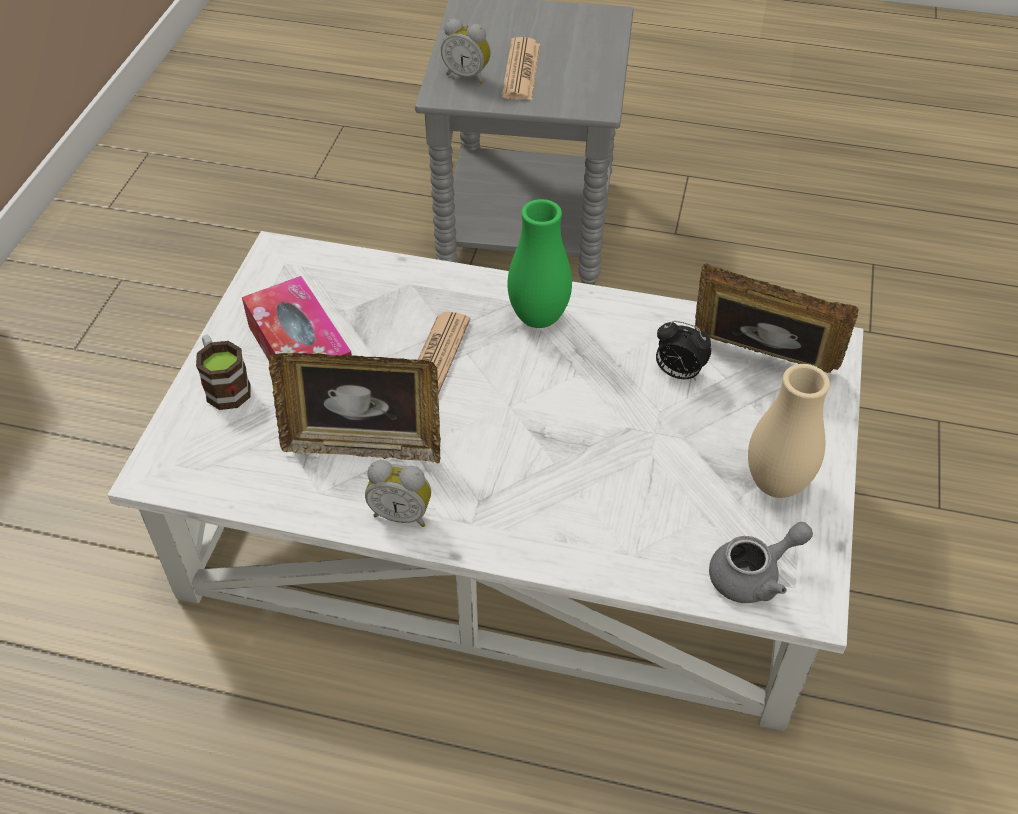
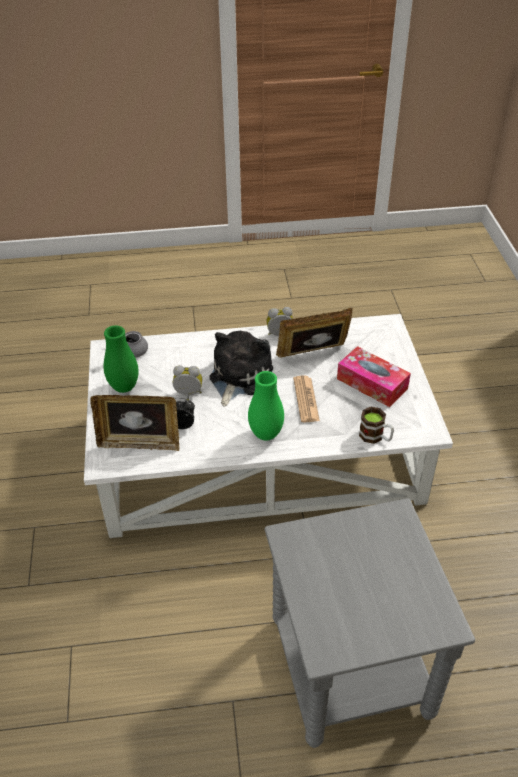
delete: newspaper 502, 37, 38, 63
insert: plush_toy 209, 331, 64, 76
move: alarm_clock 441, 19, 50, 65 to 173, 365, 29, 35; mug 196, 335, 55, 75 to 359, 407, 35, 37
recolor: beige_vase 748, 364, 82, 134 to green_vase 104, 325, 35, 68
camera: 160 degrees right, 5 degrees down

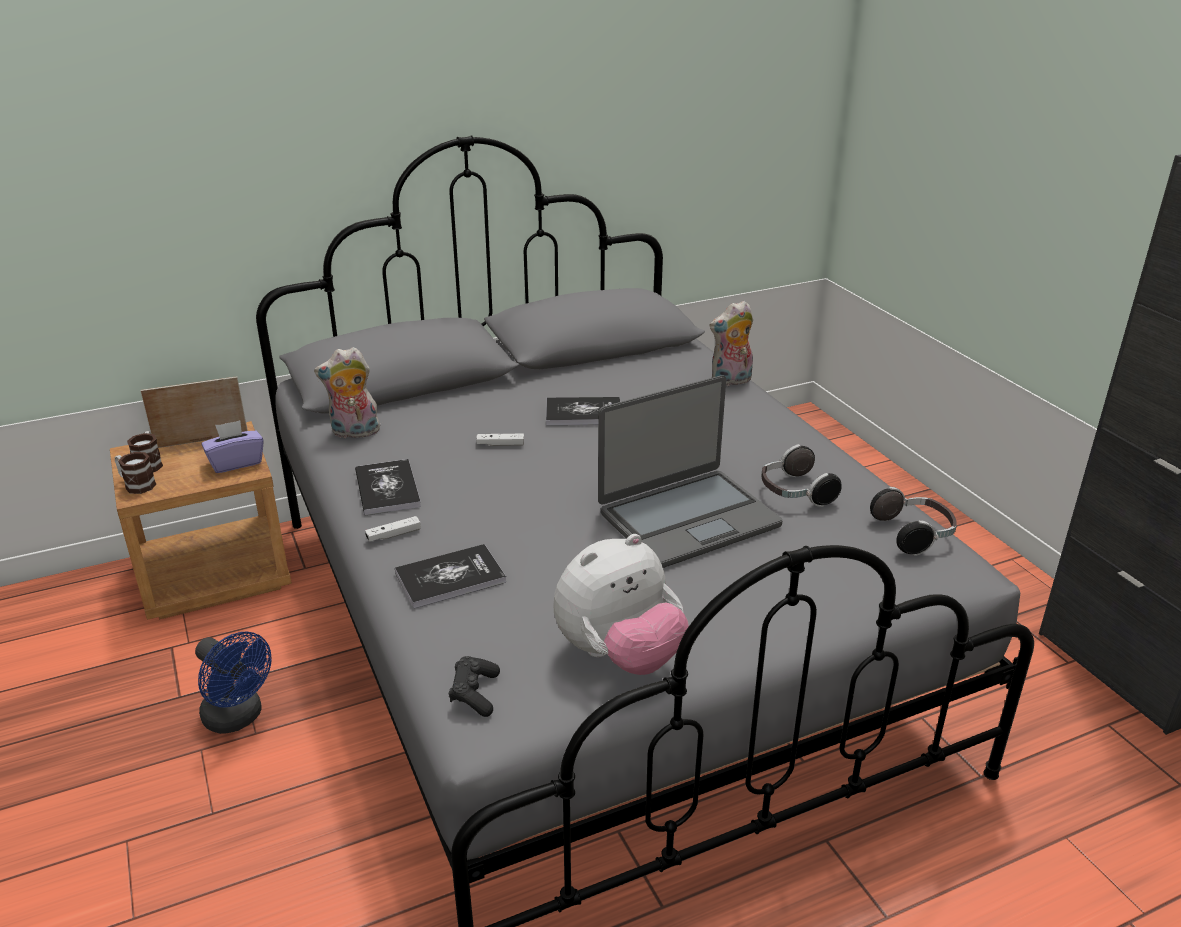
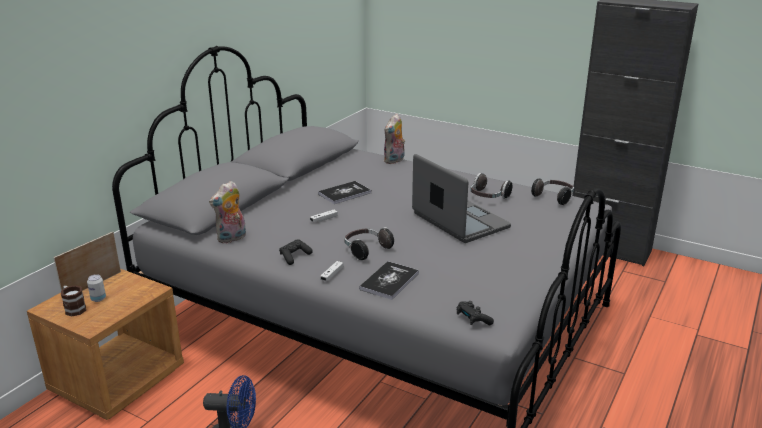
delete: mug 115, 452, 41, 42; purple_tissue_box 201, 420, 63, 53; plush_toy 553, 534, 136, 141
insert: can 87, 274, 19, 28; headphones 344, 227, 50, 33
replace: book 355, 459, 66, 57 to black_game_controller 279, 240, 34, 25
rotate: laptop 598, 375, 185, 193 = 412, 154, 99, 89 60 degrees counterclockwise
camera: 35 degrees left, 5 degrees down

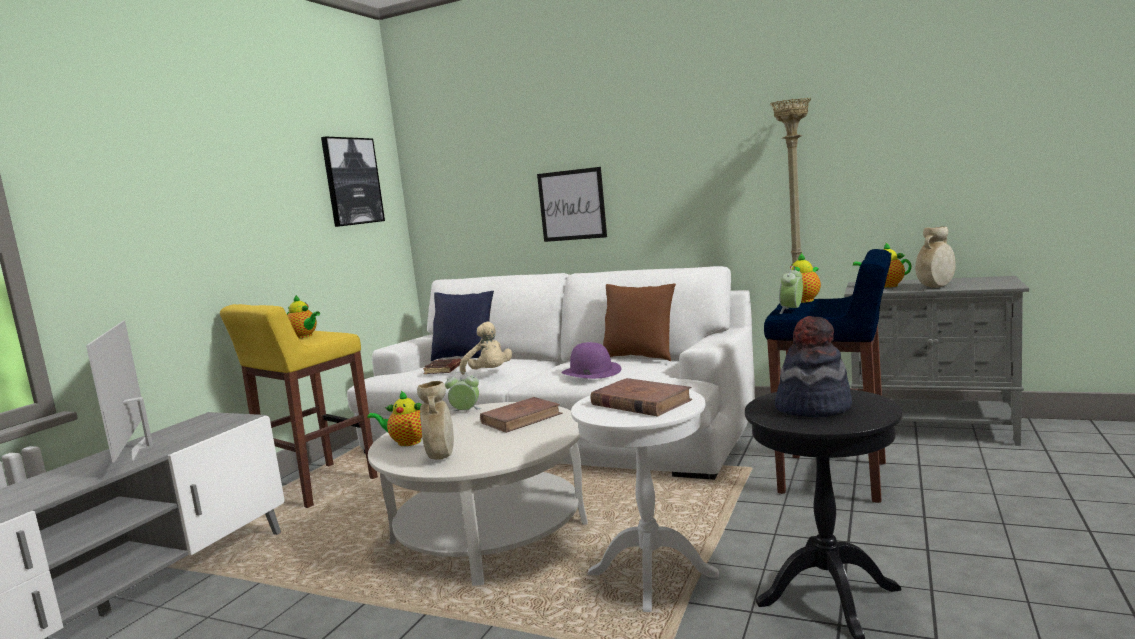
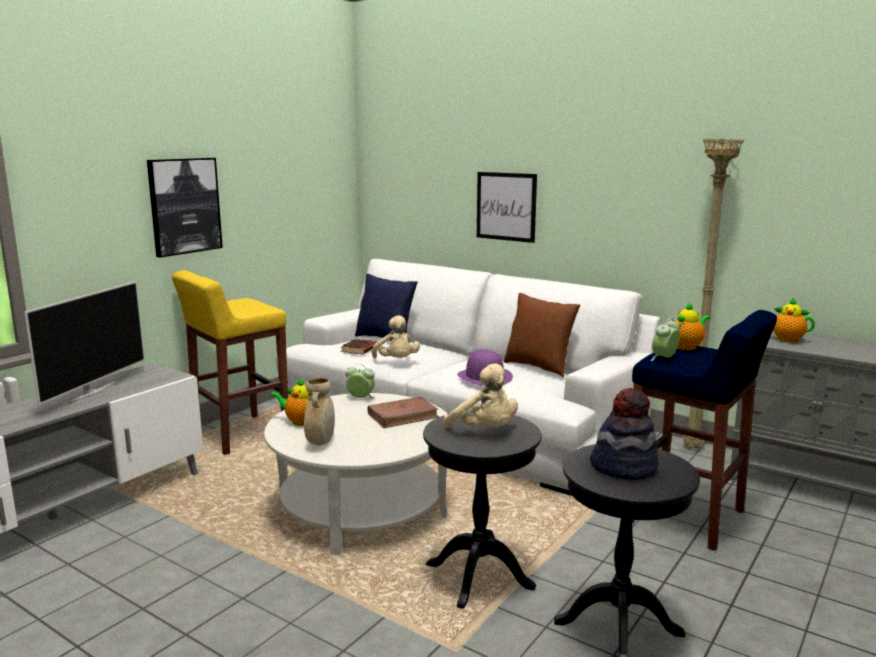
delete: teapot 287, 295, 33, 44; beige_vase 915, 226, 41, 62
move: picture 321, 137, 64, 90 to 147, 158, 76, 100
replace: brown_book 590, 378, 102, 38 to beige_plush_toy 444, 363, 74, 65
recolor: white_side_table 571, 390, 148, 222 to black_side_table 423, 411, 118, 198
rotate: television 86, 320, 67, 143 = 24, 281, 121, 124 150 degrees counterclockwise
camera: 10 degrees right, 5 degrees up

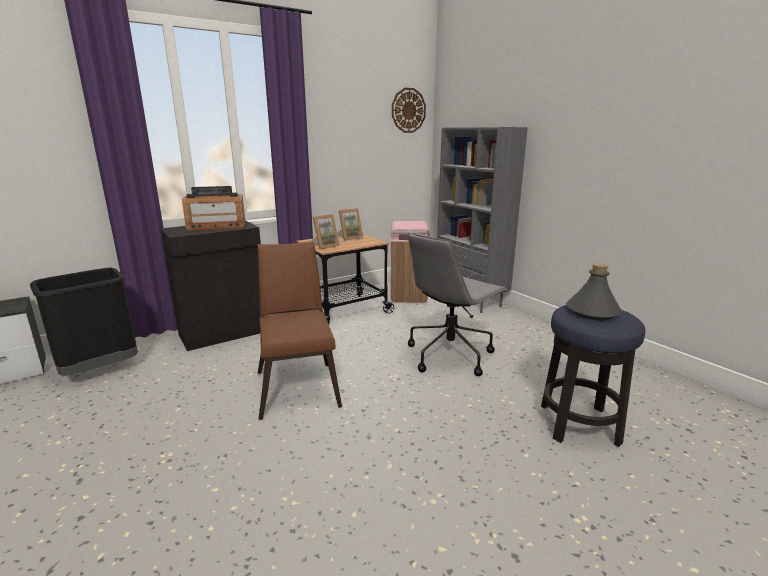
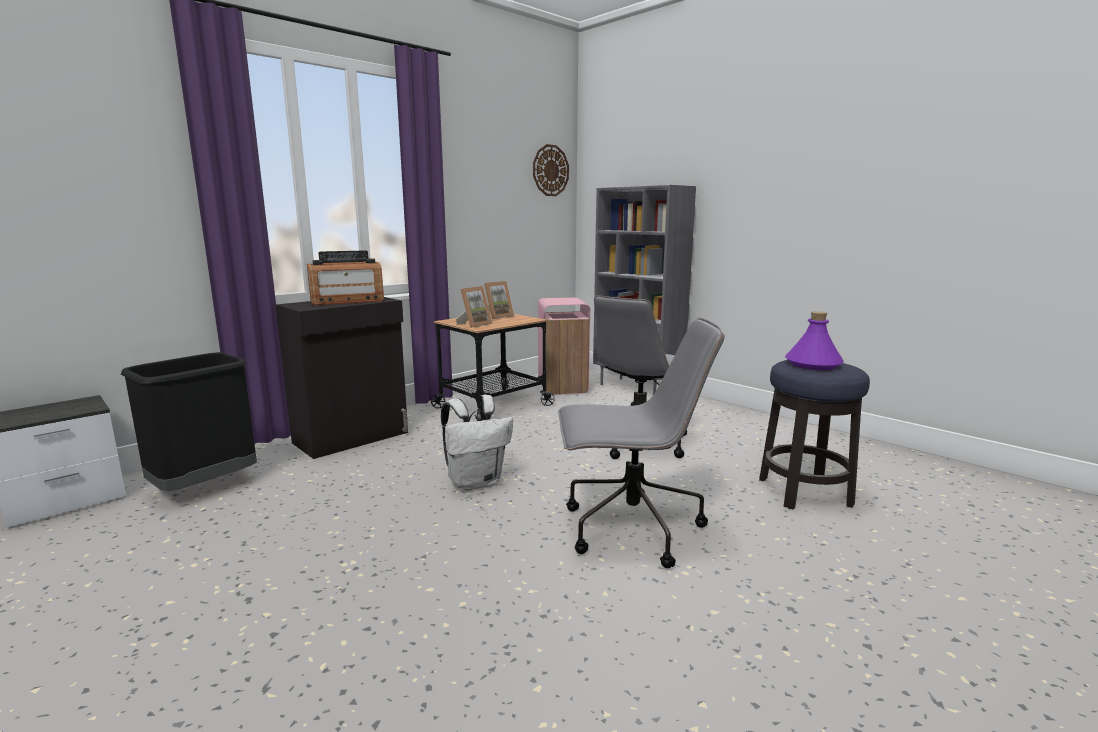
insert: grey_office_chair 558, 318, 167, 250
replace: brown_chair 258, 241, 84, 179 to white_backpack 441, 395, 72, 96
recolor: grey_bottle 566, 263, 56, 57 to purple_bottle 785, 311, 59, 59
camera: 10 degrees left, 5 degrees down

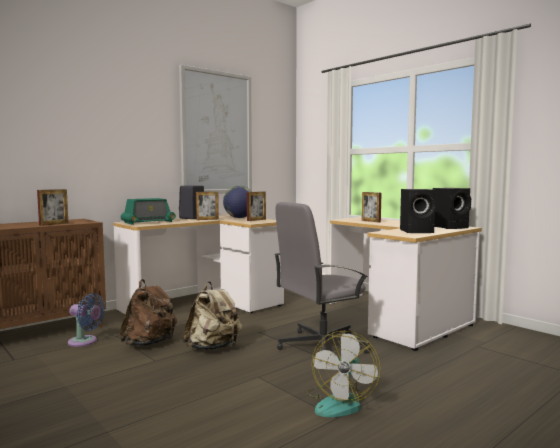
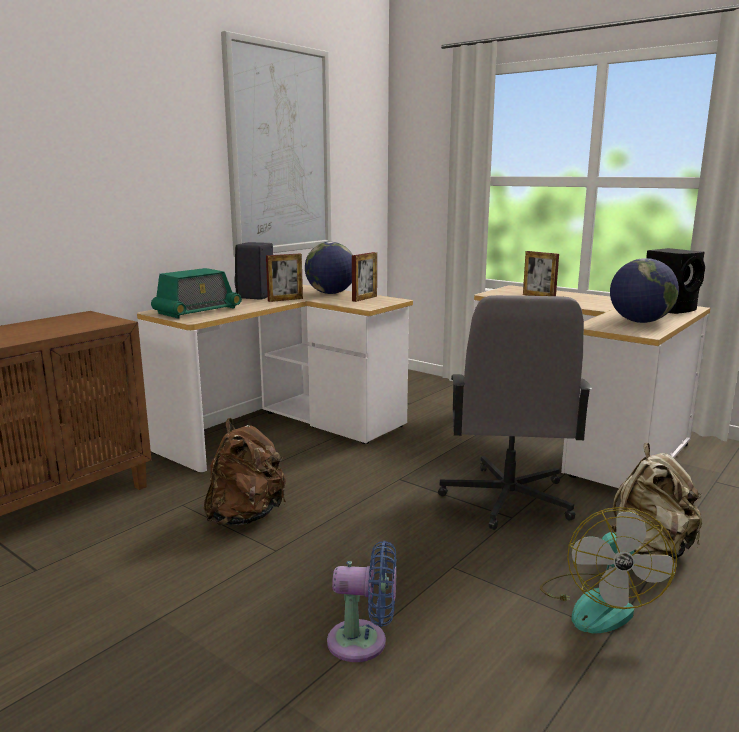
delete: picture_frame 37, 189, 31, 37
move: blue_fan 68, 293, 37, 54 to 327, 541, 69, 121; beige_backpack 182, 281, 60, 70 to 612, 443, 90, 116
replace: black_speaker 400, 189, 36, 44 to globe 610, 258, 69, 65
rotate: grey_office_chair 274, 202, 96, 152 = 438, 295, 154, 235 45 degrees counterclockwise
camera: 10 degrees left, 10 degrees up

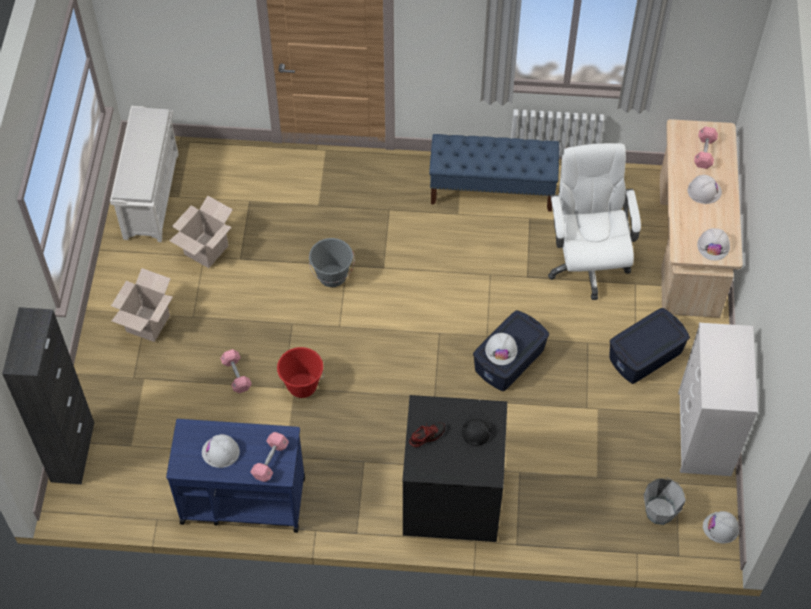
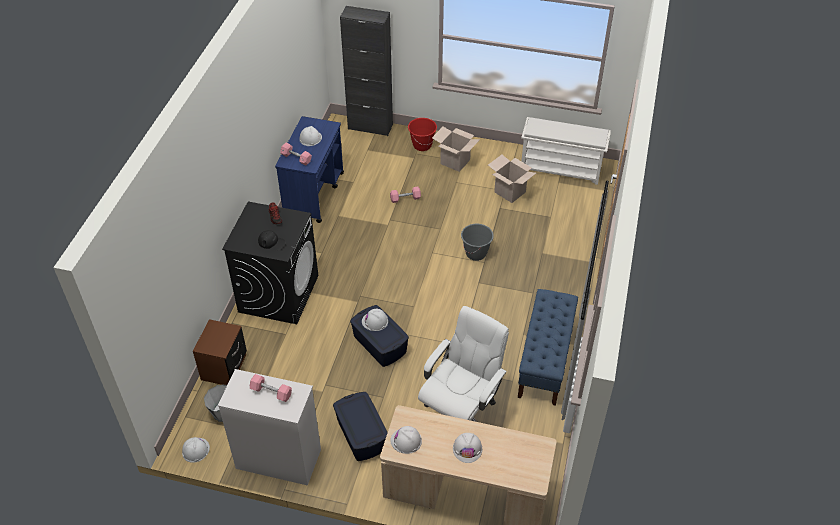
insert: brown_nightstand 193, 319, 54, 66
move: pink_dumbbell 694, 126, 24, 43 to 250, 374, 42, 28; red_bucket 277, 347, 47, 51 to 408, 118, 29, 33
rotate: white_office_chair 548, 143, 93, 157 = 418, 306, 91, 116 60 degrees counterclockwise
camera: 100 degrees right, 10 degrees down

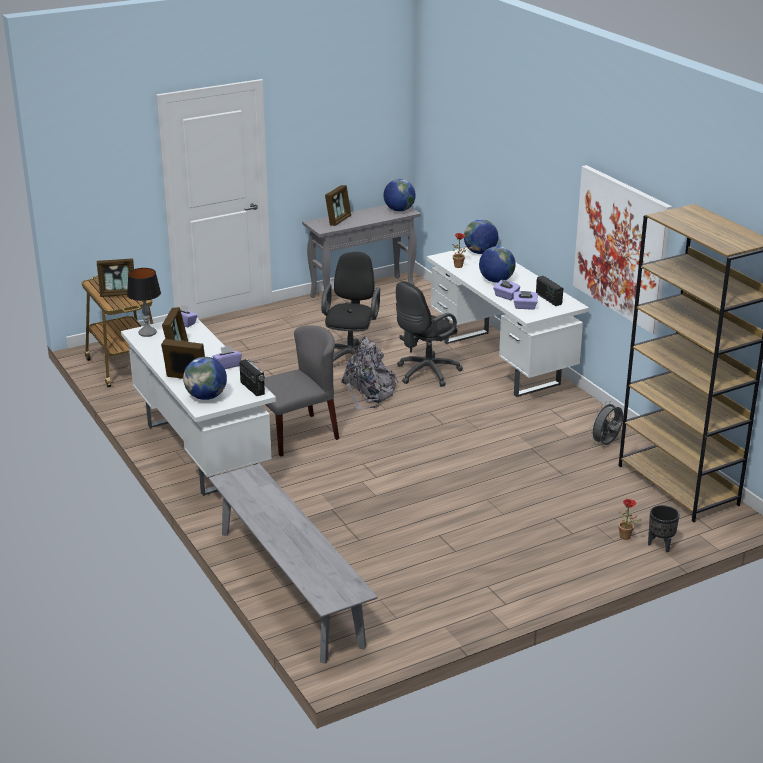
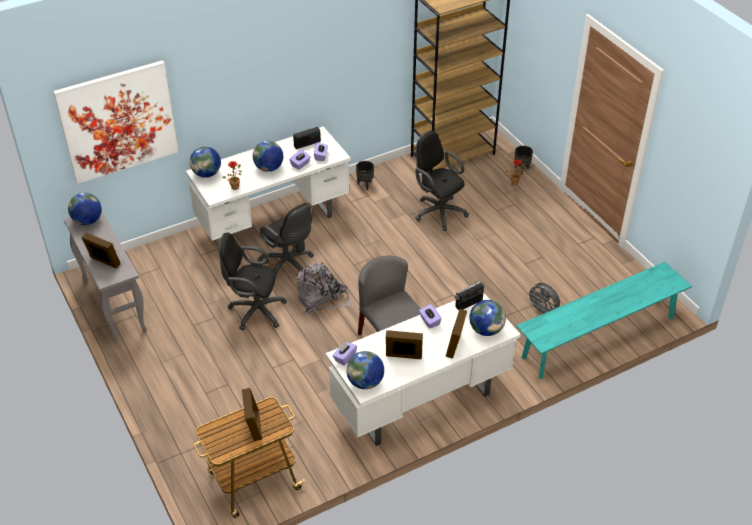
insert: black_planter 356, 161, 18, 29; black_office_chair 415, 130, 54, 101
move: picture 573, 165, 99, 169 to 53, 60, 126, 124; grey_fan 589, 401, 34, 44 to 526, 283, 34, 32
replace: table_lamp 127, 268, 34, 69 to globe 346, 351, 38, 38
recolor: grey_bench 209, 464, 169, 200 to turquoise_bench 516, 262, 176, 117
camera: 90 degrees left, 15 degrees up

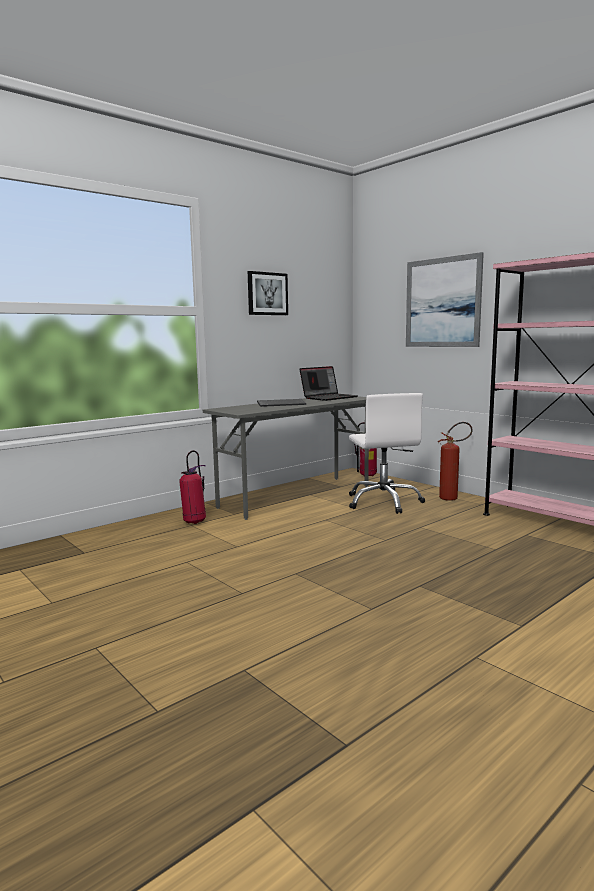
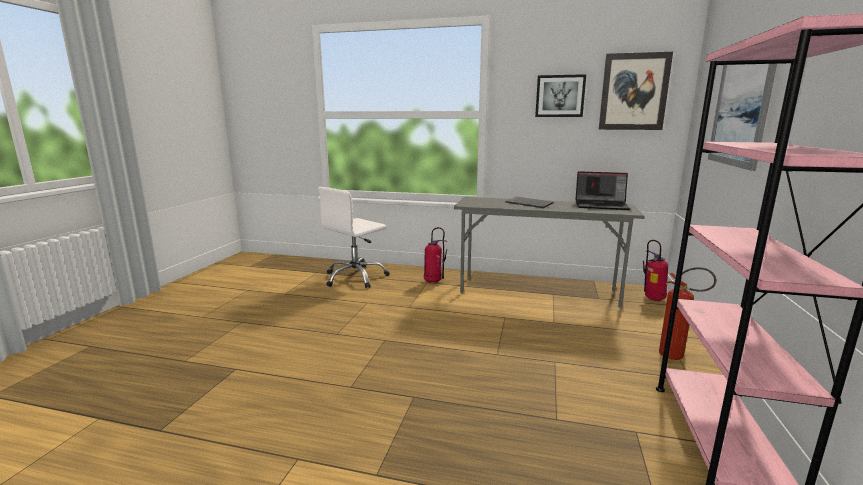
insert: picture 599, 52, 74, 78
move: white_office_chair 349, 393, 76, 121 to 318, 187, 72, 101
camera: 55 degrees right, 5 degrees up

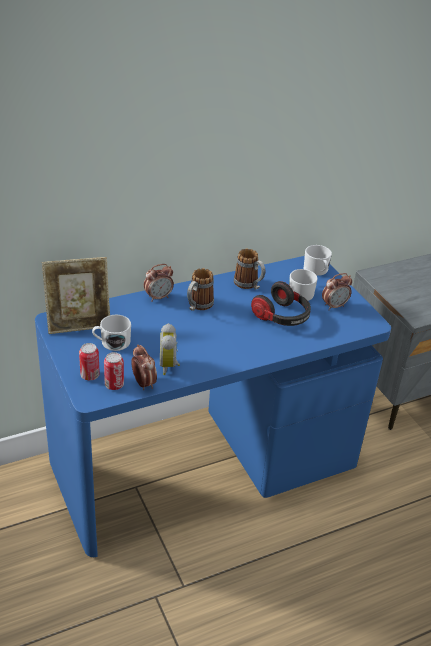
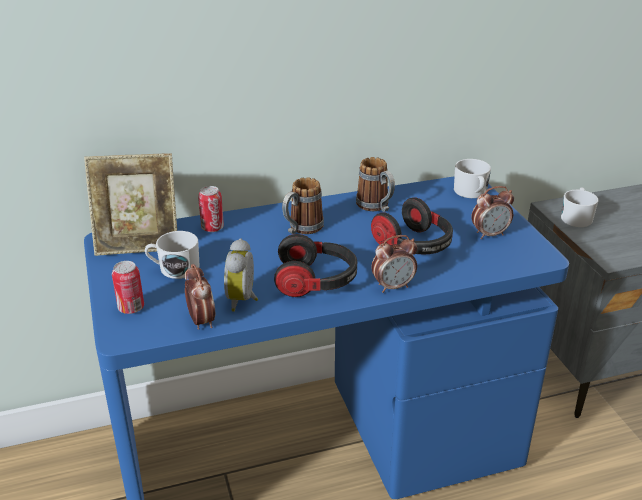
insert: headphones 274, 234, 83, 63
move: can 104, 352, 20, 38 to 198, 186, 26, 46; alarm_clock 144, 264, 30, 38 to 371, 235, 46, 58; white_mug 289, 267, 28, 34 to 561, 187, 38, 40
camera: 10 degrees right, 5 degrees down

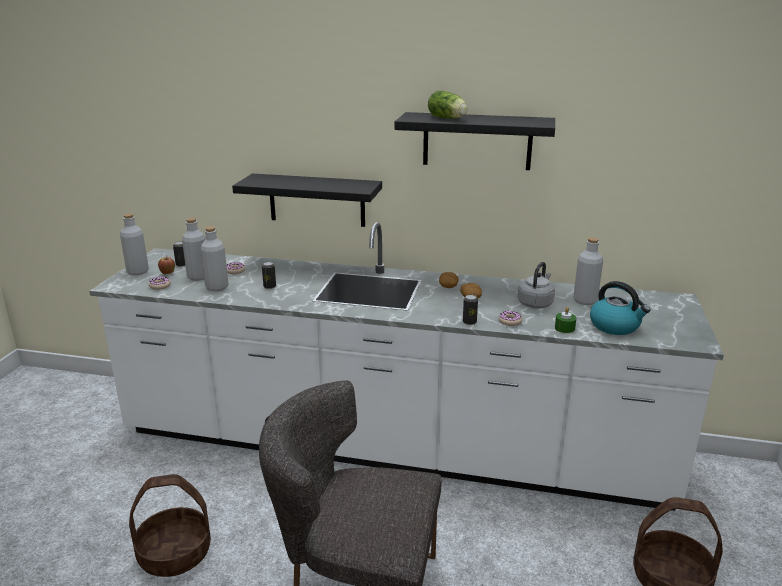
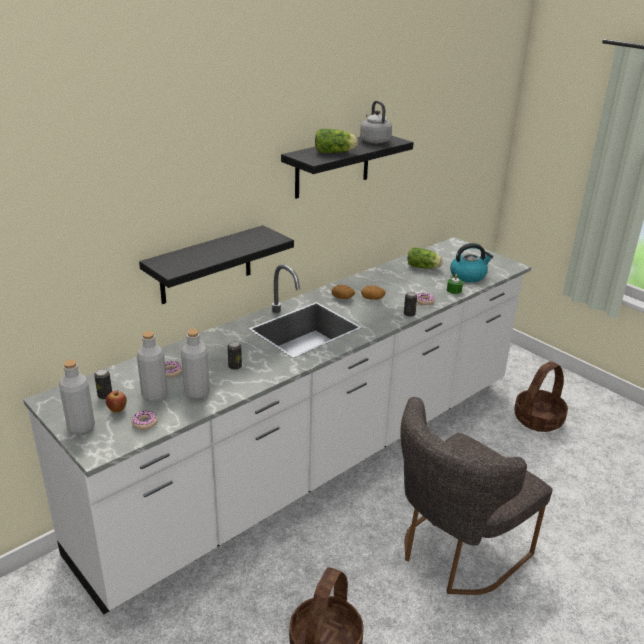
move: grey_kettle 518, 262, 37, 47 to 360, 101, 32, 43
replace: grey_bottle 573, 237, 30, 68 to lettuce 407, 247, 36, 22
camera: 55 degrees left, 5 degrees up

